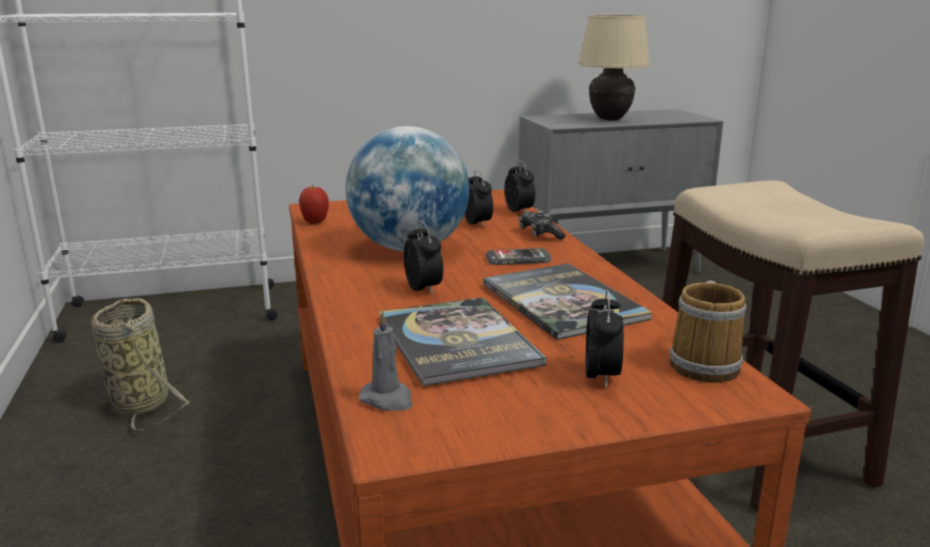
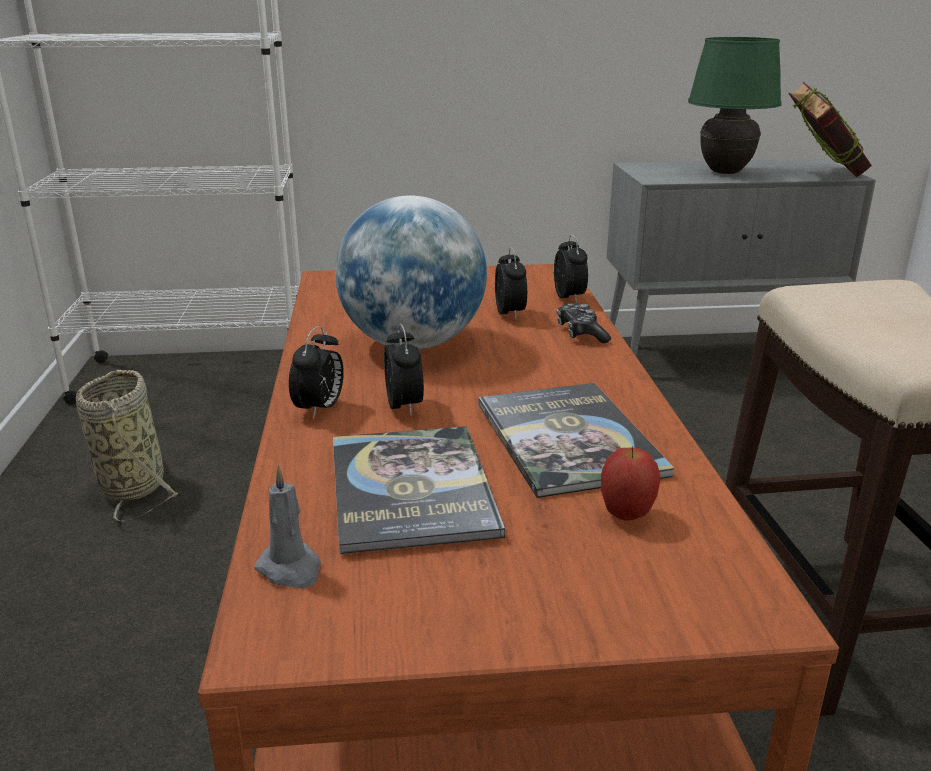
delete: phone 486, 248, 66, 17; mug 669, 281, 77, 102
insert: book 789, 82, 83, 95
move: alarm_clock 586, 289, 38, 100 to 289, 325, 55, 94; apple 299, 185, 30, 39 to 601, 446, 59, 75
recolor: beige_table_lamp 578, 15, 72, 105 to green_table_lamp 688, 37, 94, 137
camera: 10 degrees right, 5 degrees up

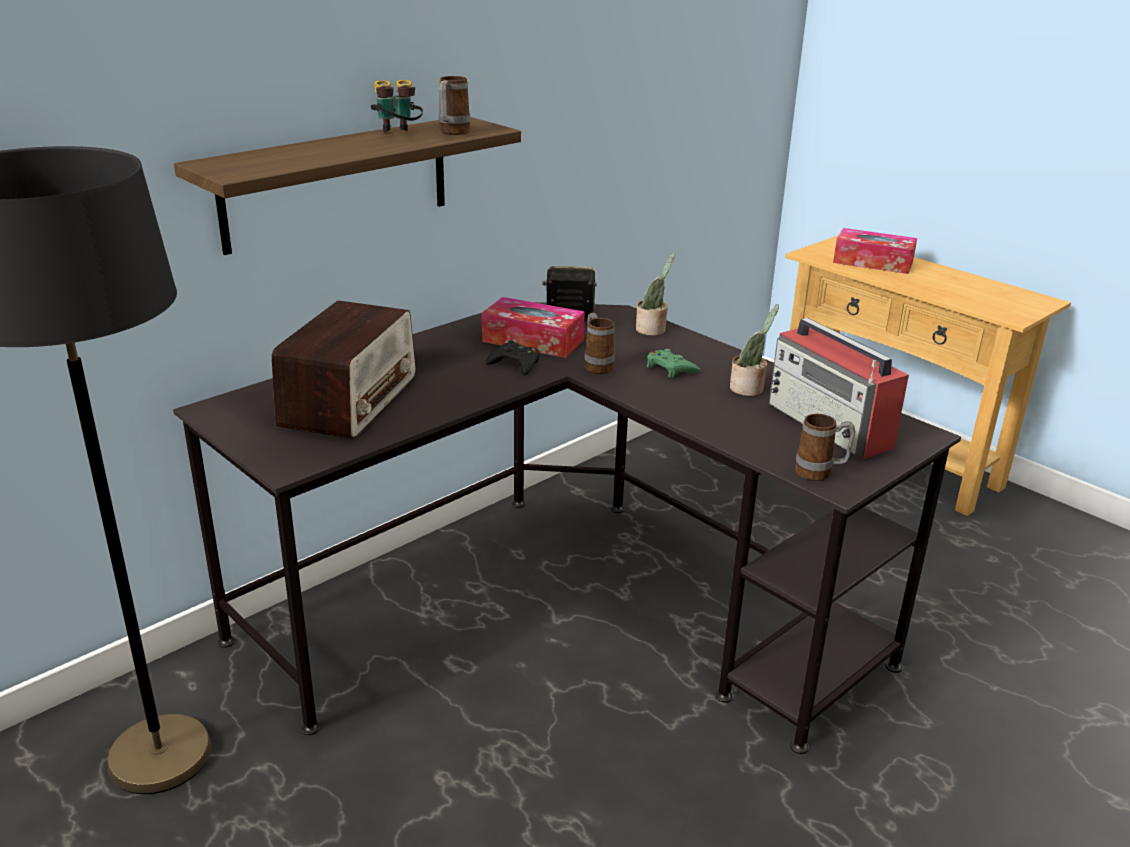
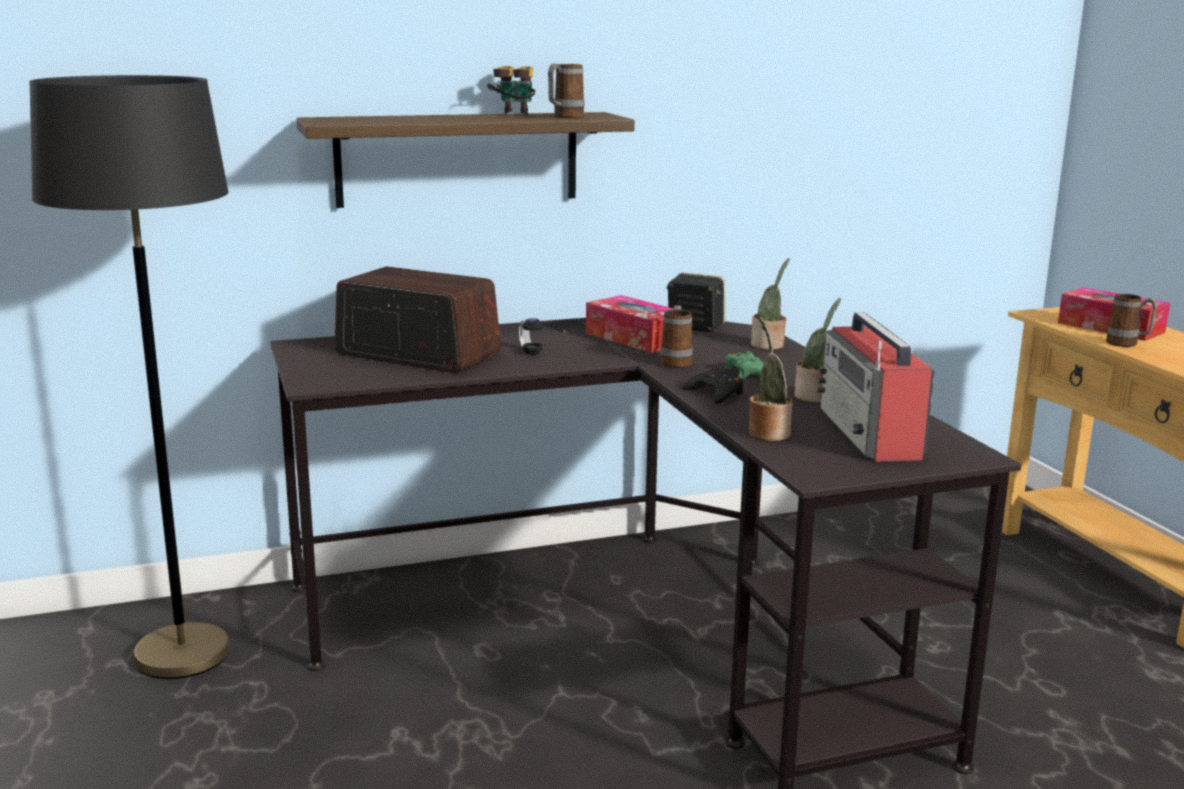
insert: headphones 511, 318, 56, 37; potted_plant 749, 316, 44, 125
move: black_game_controller 486, 340, 53, 36 to 682, 367, 62, 37; mug 795, 414, 61, 67 to 1106, 294, 52, 53
rotate: radio 272, 301, 144, 138 = 335, 266, 166, 107 105 degrees counterclockwise
camera: 25 degrees right, 10 degrees down

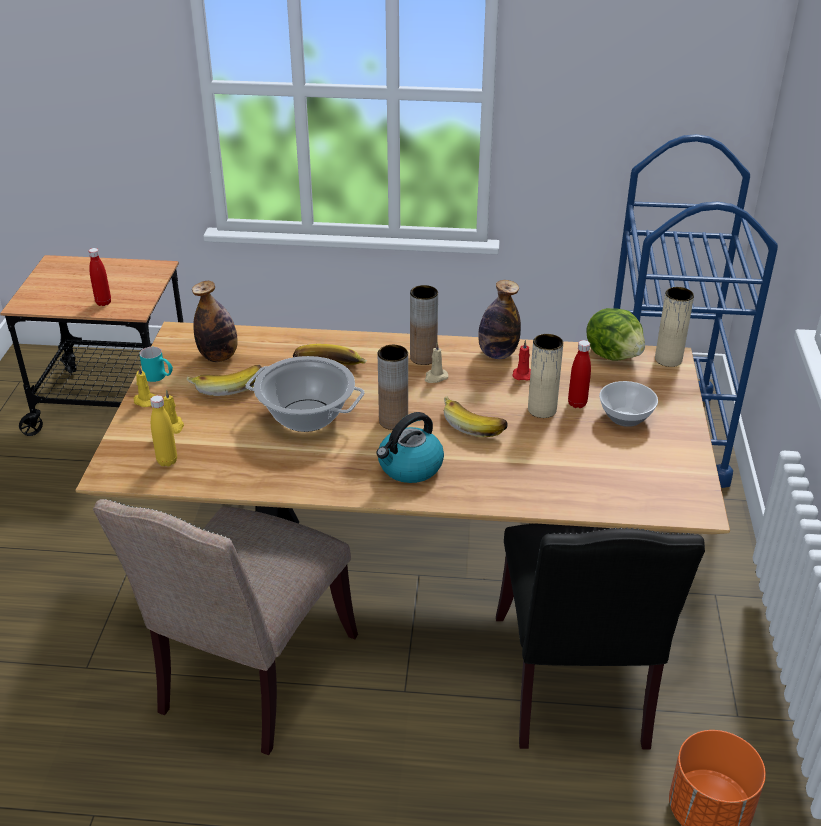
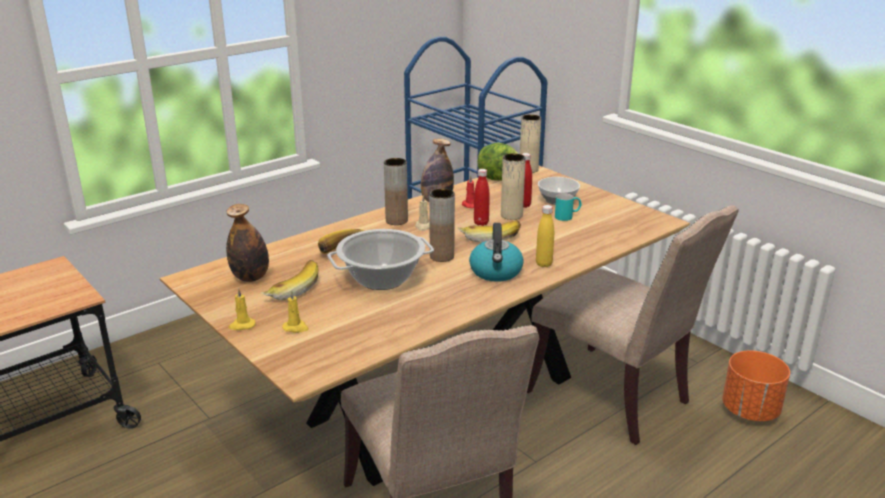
move: red_bottle 89, 248, 22, 58 to 474, 169, 16, 57; yellow_bottle 150, 395, 27, 72 to 536, 205, 18, 62; turquoise_mug 139, 347, 34, 35 to 555, 193, 27, 28
recolor: black_chair 496, 524, 209, 225 to beige_chair 527, 205, 212, 240
camera: 45 degrees left, 10 degrees down

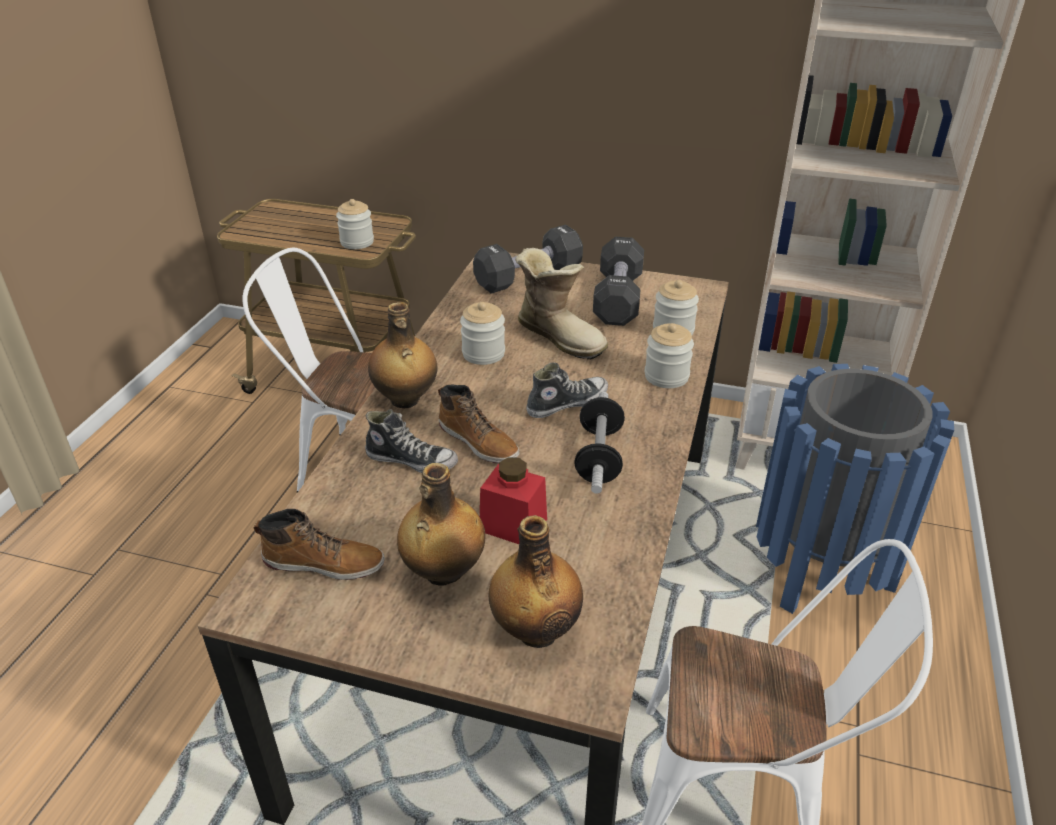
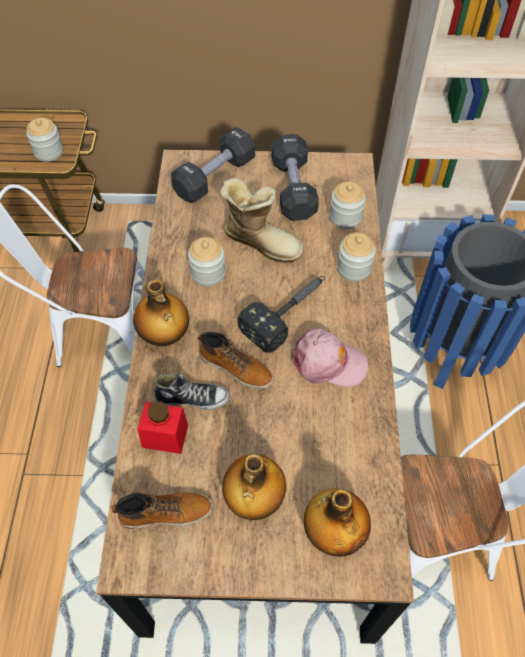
move: red_jar 480, 457, 67, 87 to 138, 401, 50, 53
replace: shoe 526, 362, 82, 56 to hammer 238, 276, 87, 77; dumbbell 574, 392, 51, 102 to pink_cap 292, 328, 77, 59
camera: 15 degrees left, 20 degrees up

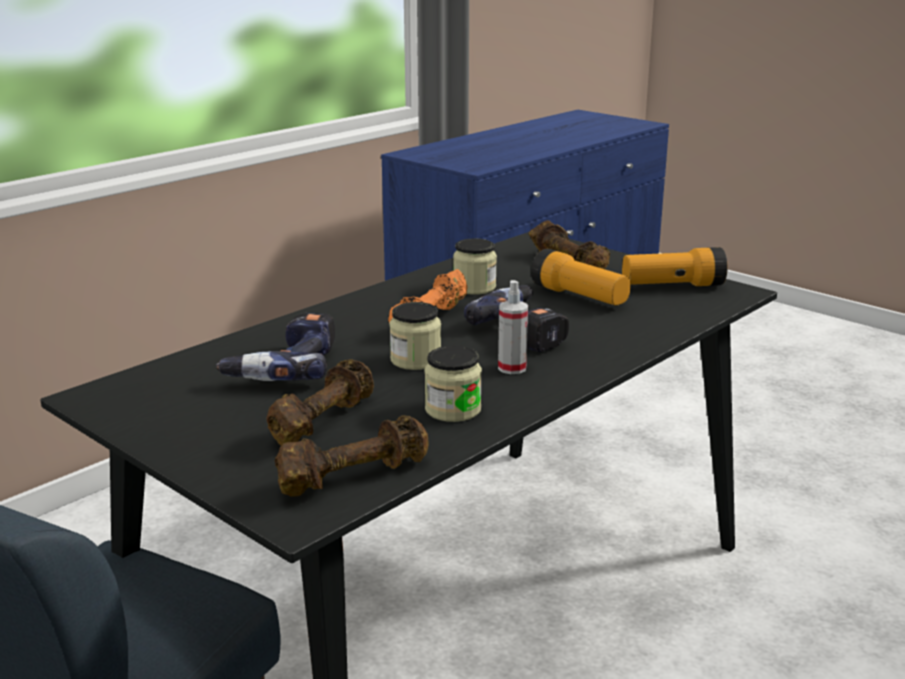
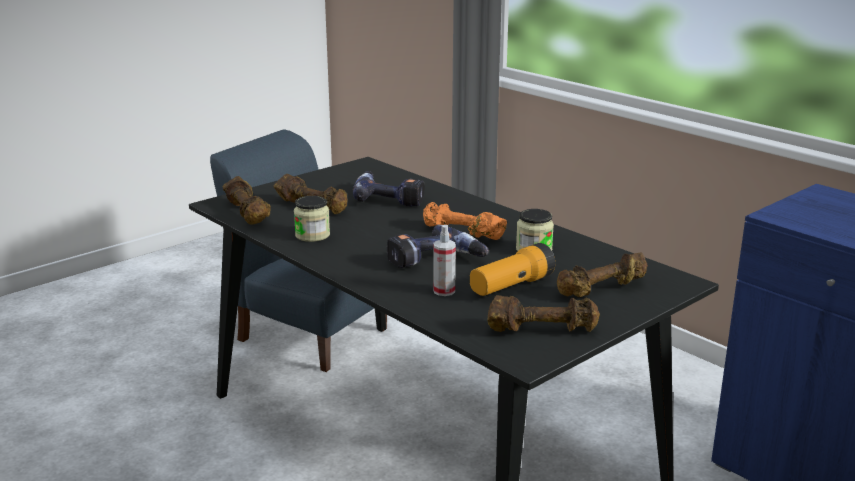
delete: jar 389, 302, 52, 68
move: spray_bottle 498, 280, 30, 94 to 433, 225, 23, 71
replace: flashlight 622, 247, 106, 39 to brown_dumbbell 487, 295, 113, 37
camera: 95 degrees right, 0 degrees up

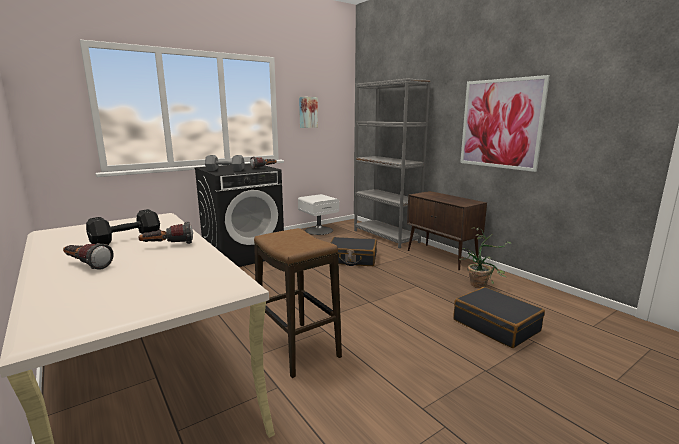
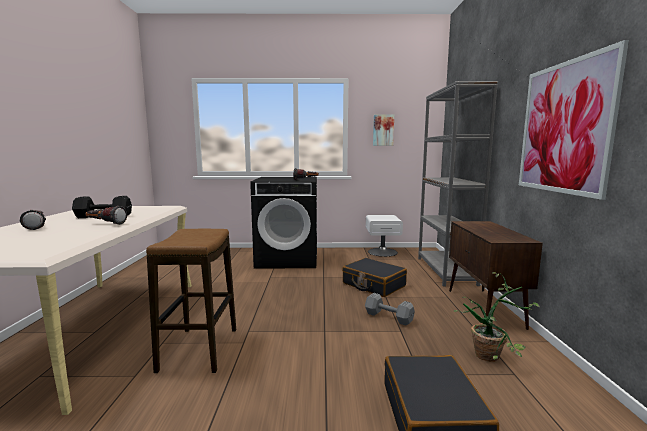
move: grey_dumbbell 205, 155, 40, 16 to 365, 293, 50, 33
camera: 35 degrees right, 5 degrees down

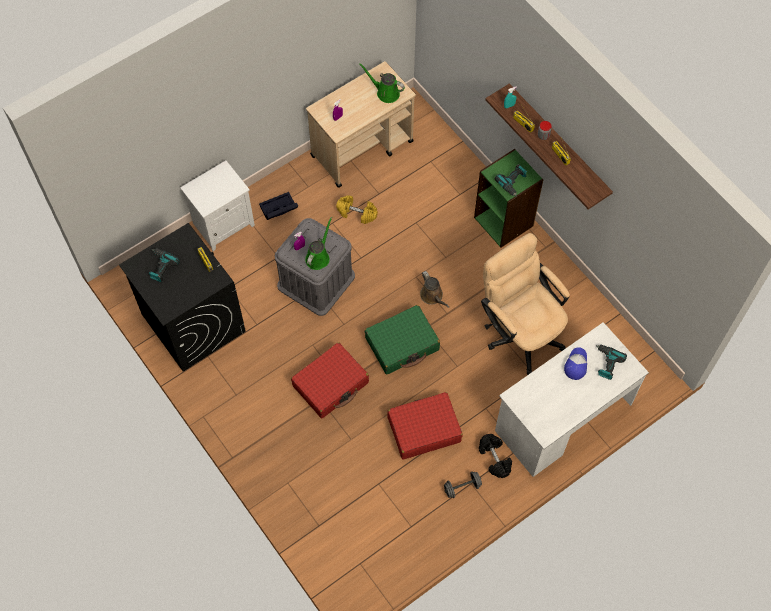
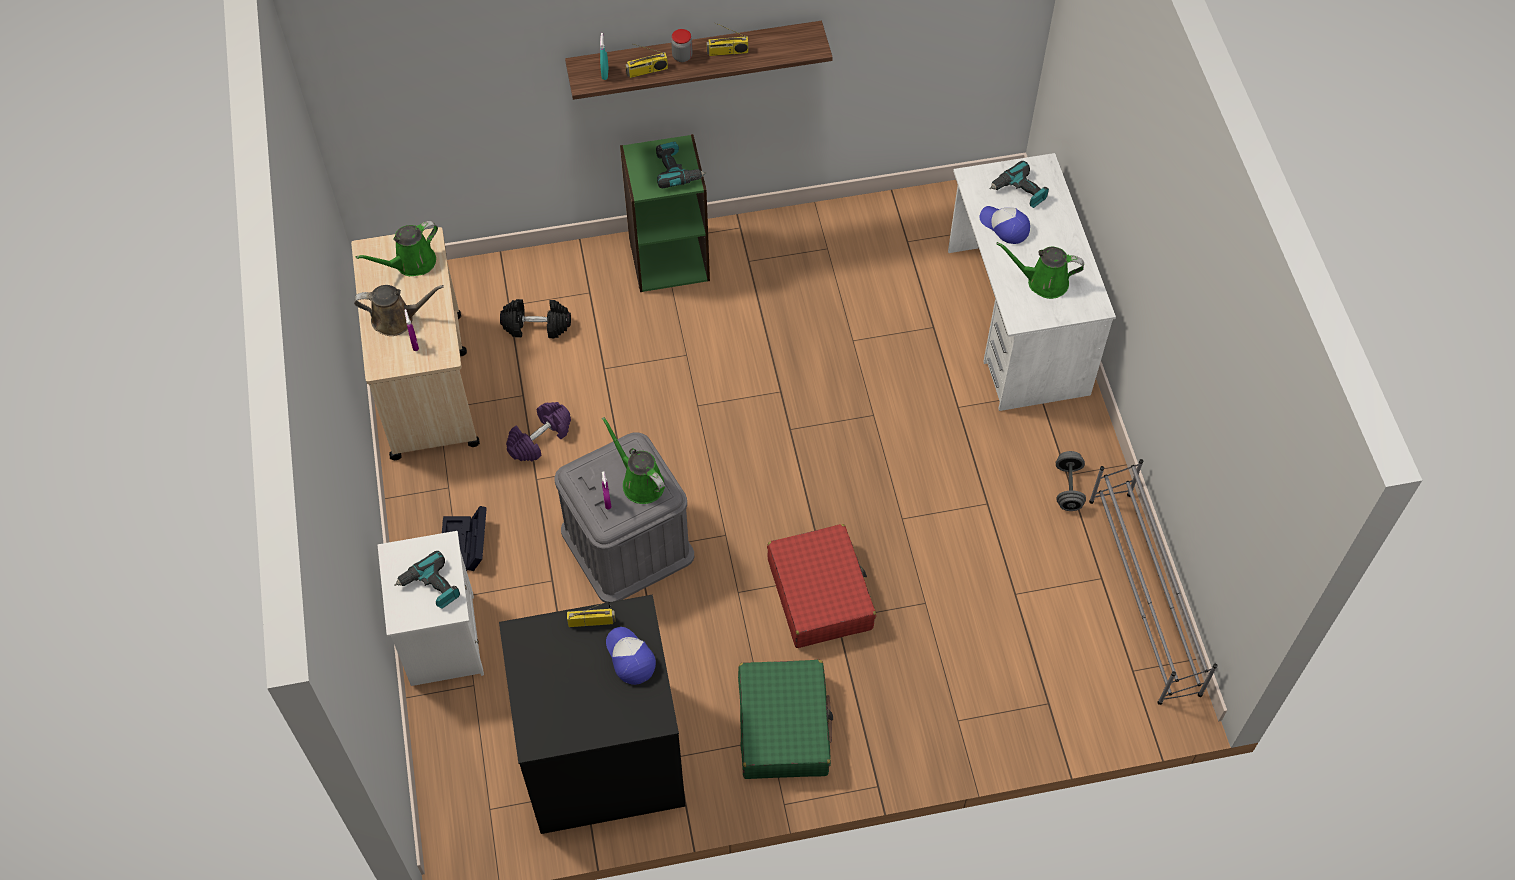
delete: red_suitcase 387, 392, 75, 68; beige_office_chair 481, 233, 89, 142
insert: cap 606, 627, 50, 58; green_watering_can 996, 242, 88, 57; grey_shoe_rack 1089, 459, 129, 246
move: brown_watering_can 420, 271, 29, 37 to 354, 285, 90, 51; power_drill 149, 248, 31, 34 to 394, 551, 66, 58; black_dumbbell 479, 434, 33, 44 to 500, 299, 71, 39; green_suitcase 365, 305, 75, 69 to 738, 660, 95, 119
recolor: yellow_dumbbell 336, 195, 42, 29 to purple_dumbbell 506, 402, 65, 59
camera: 65 degrees left, 5 degrees down

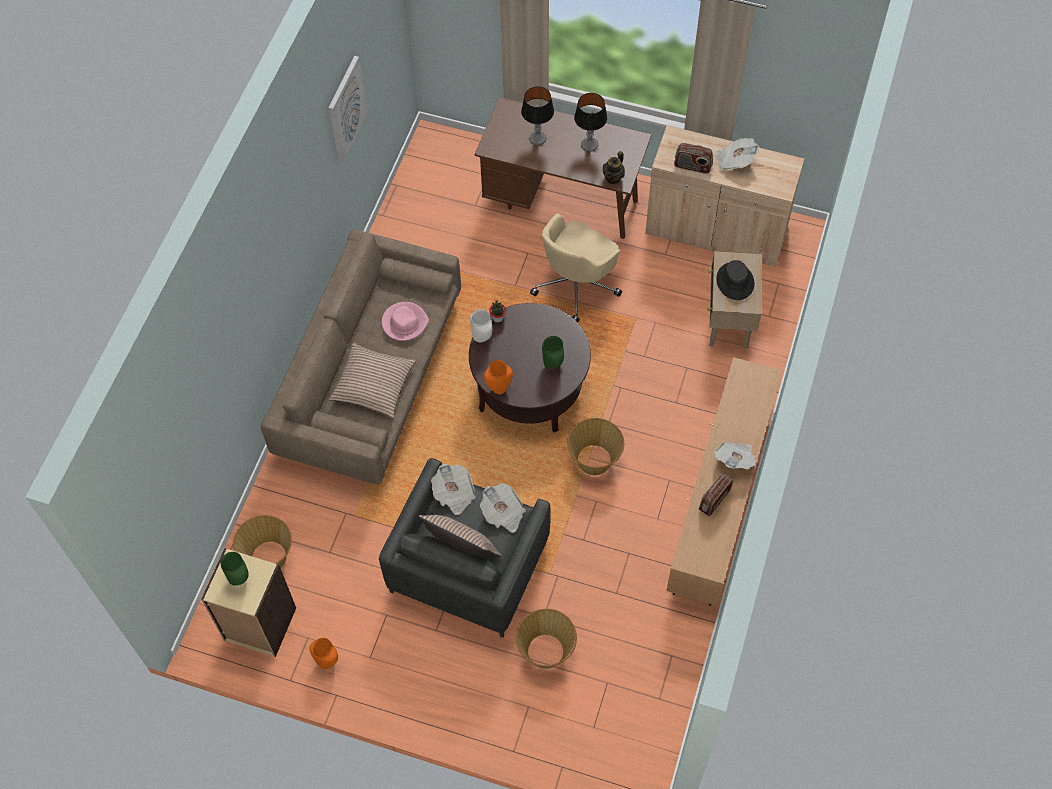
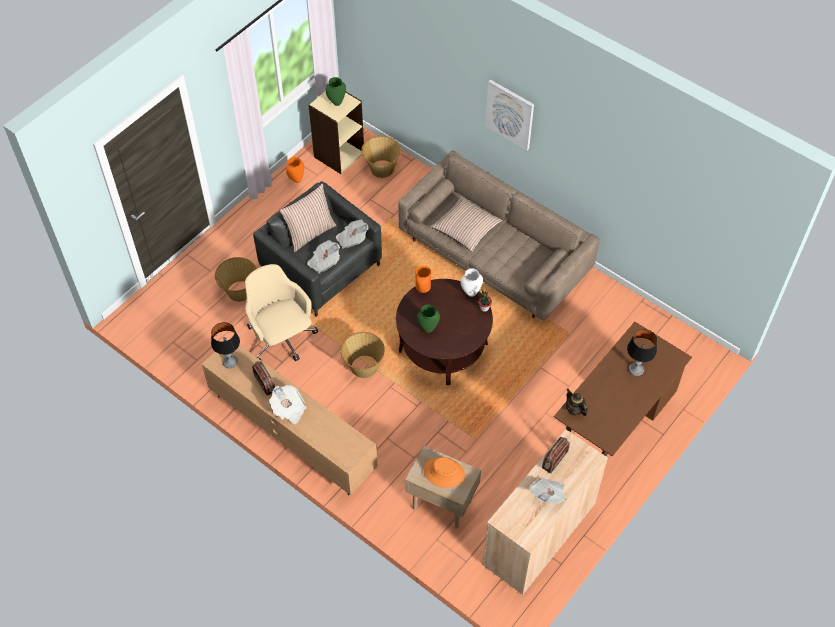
delete: pink_hat 382, 302, 47, 39
move: table_lamp 574, 93, 33, 59 to 211, 322, 29, 46; beige_office_chair 530, 213, 92, 110 to 245, 264, 73, 97; picture 328, 56, 40, 106 to 485, 79, 49, 71
recolor: black_hat 716, 260, 38, 40 to orange_hat 424, 457, 41, 31
camera: 110 degrees right, 5 degrees down

